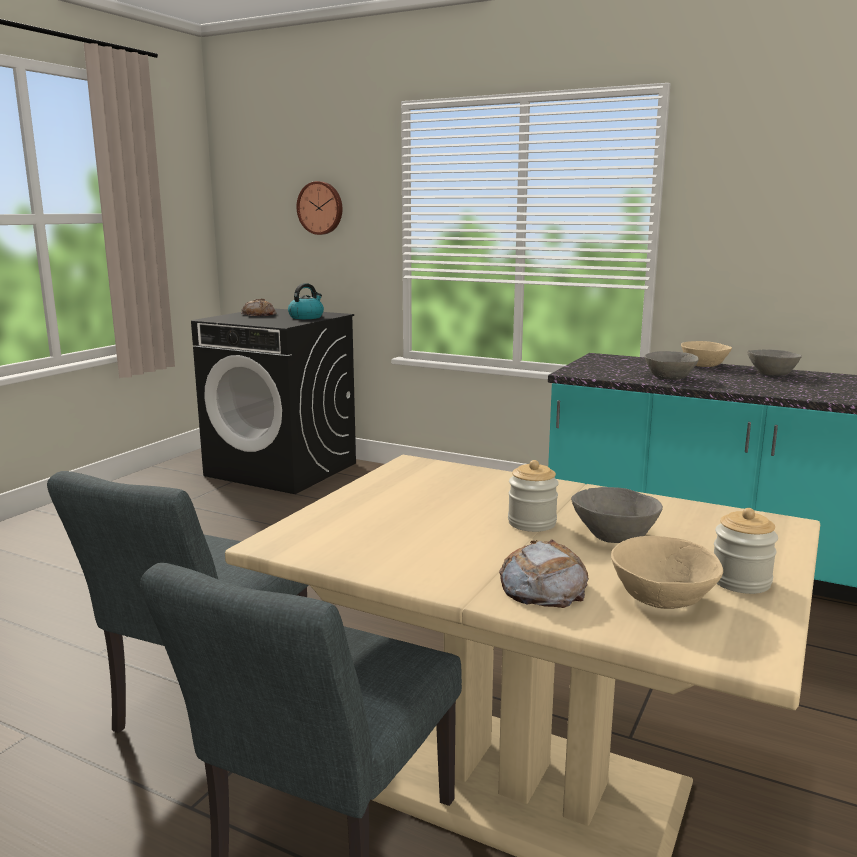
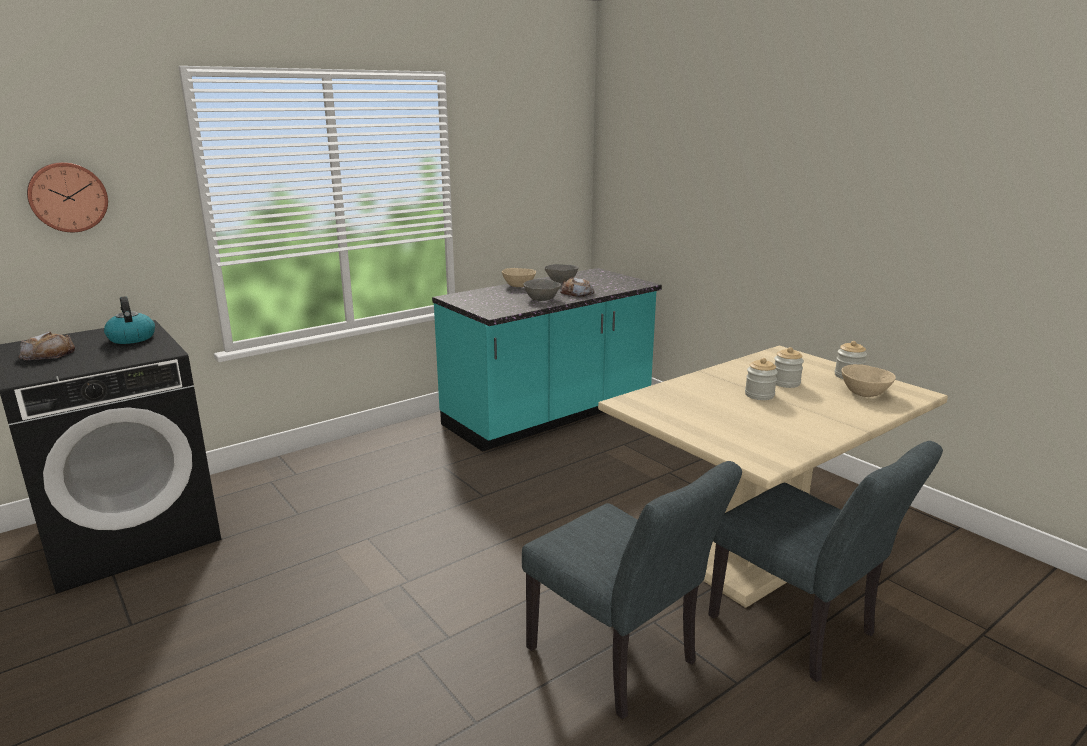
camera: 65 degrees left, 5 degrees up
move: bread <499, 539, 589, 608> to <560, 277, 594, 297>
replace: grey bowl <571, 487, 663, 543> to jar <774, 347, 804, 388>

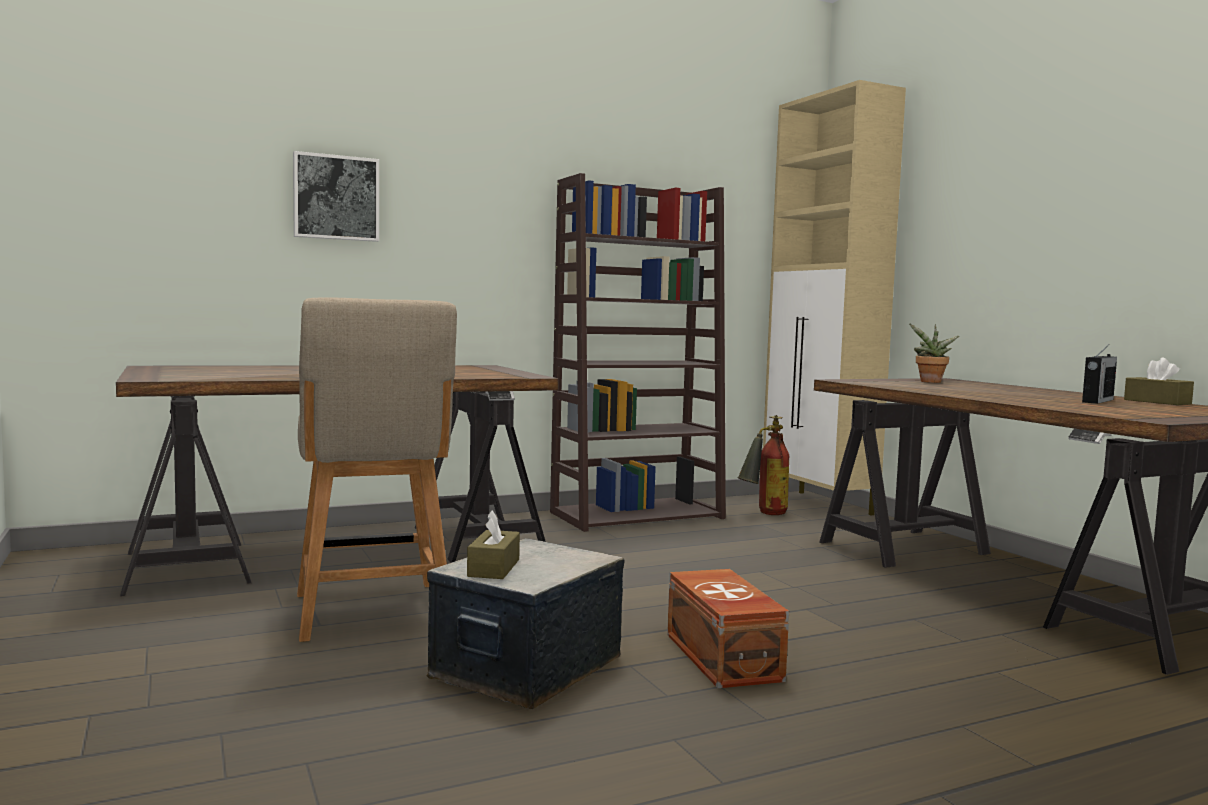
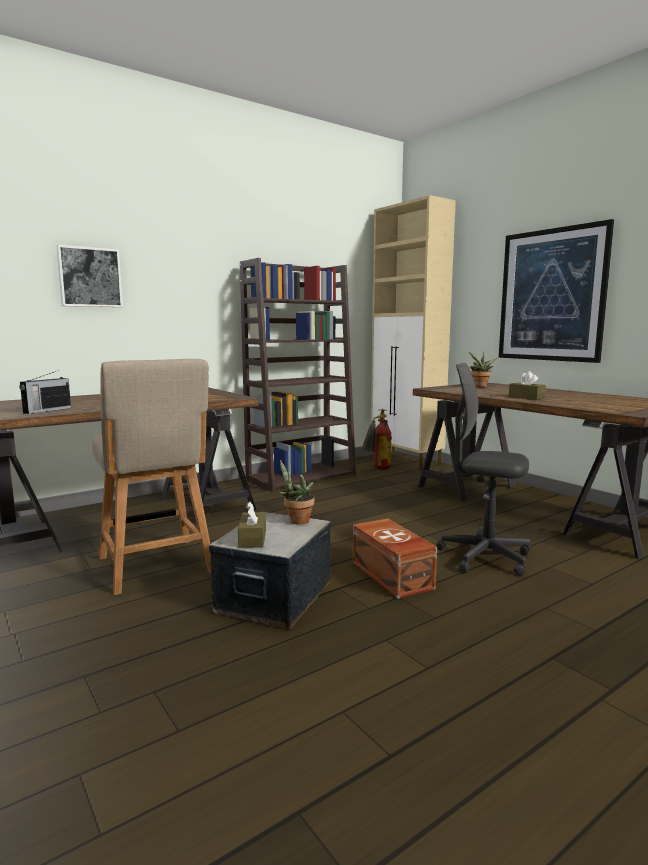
camera: 10 degrees left, 5 degrees up
insert: potted plant <280, 460, 315, 525>; grey office chair <436, 362, 531, 576>; picture <499, 219, 614, 363>
move: radio <1082, 346, 1117, 404> to <19, 370, 71, 414>; brown tissue box <1124, 358, 1194, 405> to <509, 371, 546, 400>

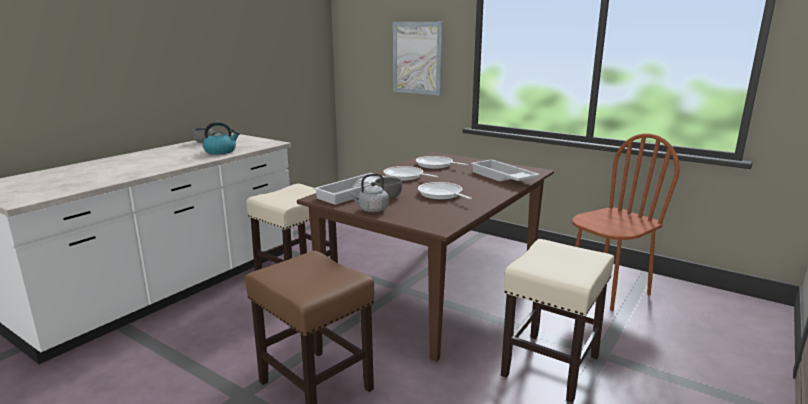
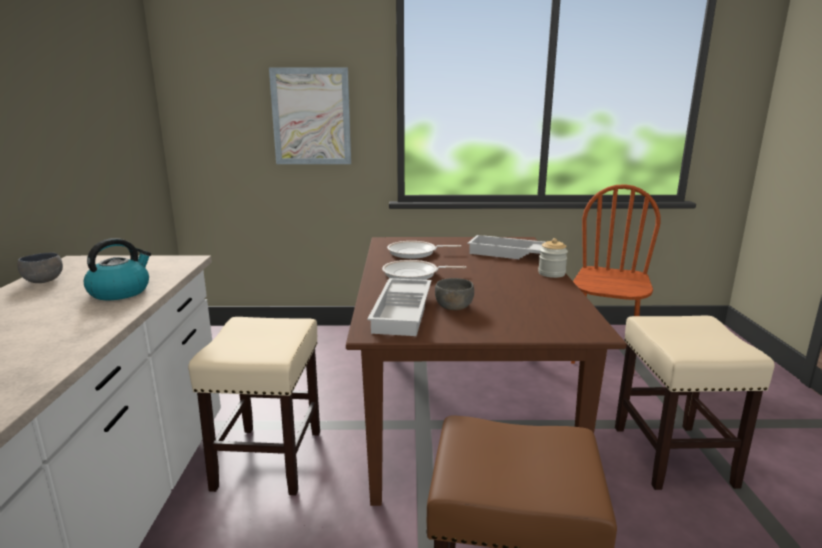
camera: 35 degrees left, 0 degrees up
delete: grey kettle <349, 173, 389, 212>; frying pan <418, 182, 472, 199>
insert: jar <538, 238, 568, 278>

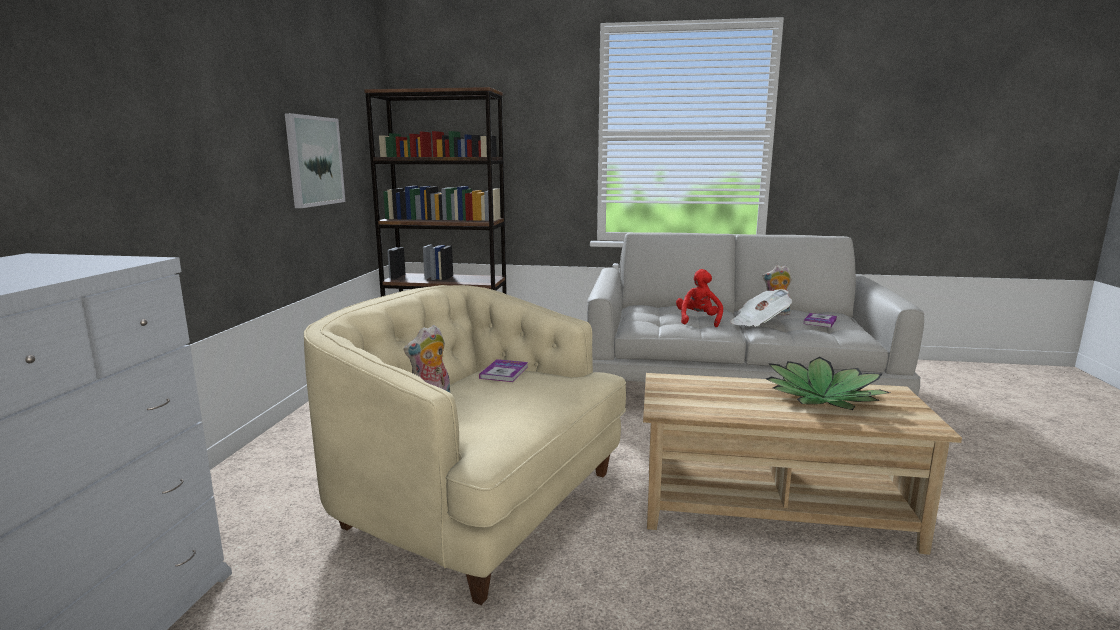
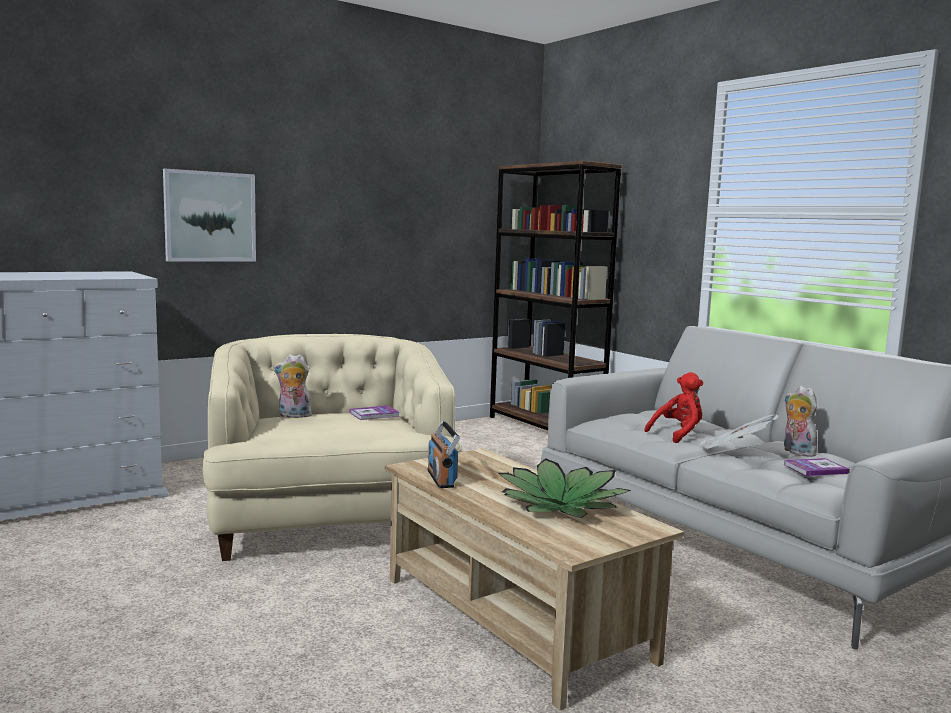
camera: 45 degrees right, 5 degrees down
insert: radio <428, 420, 460, 488>
move: picture <285, 113, 345, 208> to <163, 169, 256, 261>

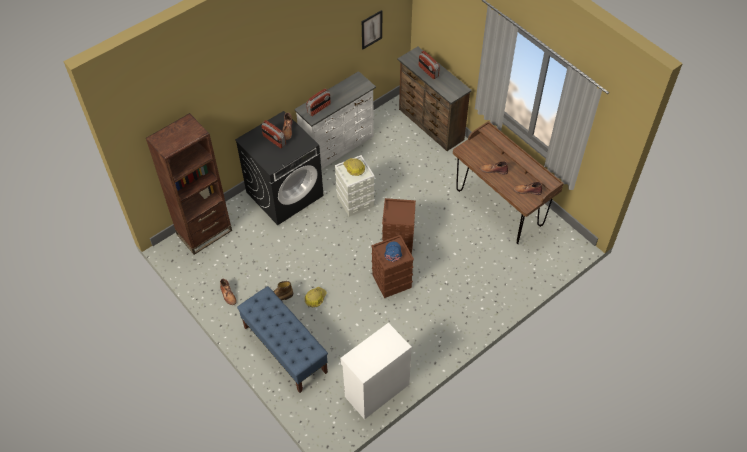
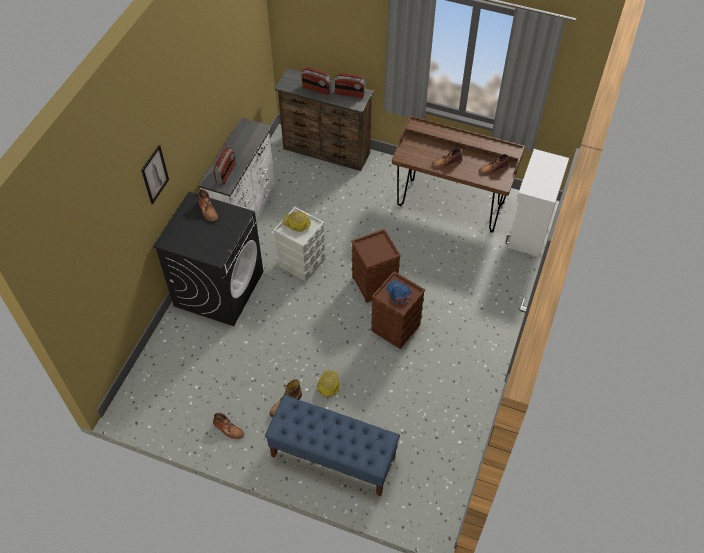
camera: 30 degrees left, 0 degrees up
delete: brown bookcase <146, 113, 232, 255>
move: picture <362, 10, 382, 49> to <141, 145, 169, 205>; radio <261, 120, 286, 148> to <334, 73, 366, 98>; white cabinet <340, 323, 412, 420> to <505, 149, 569, 257>

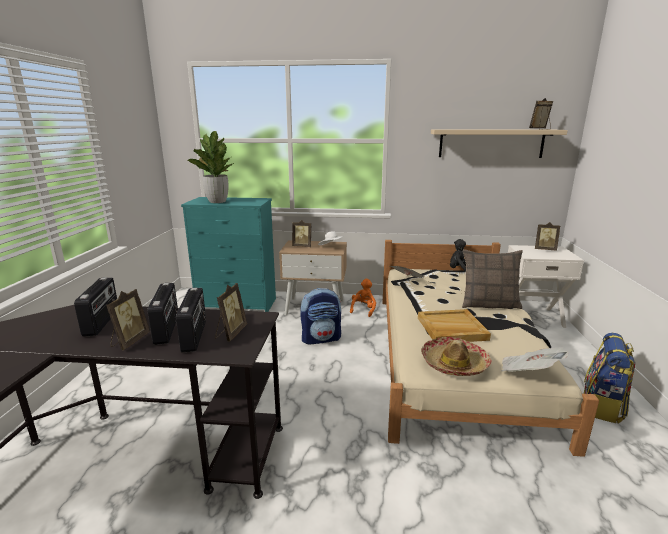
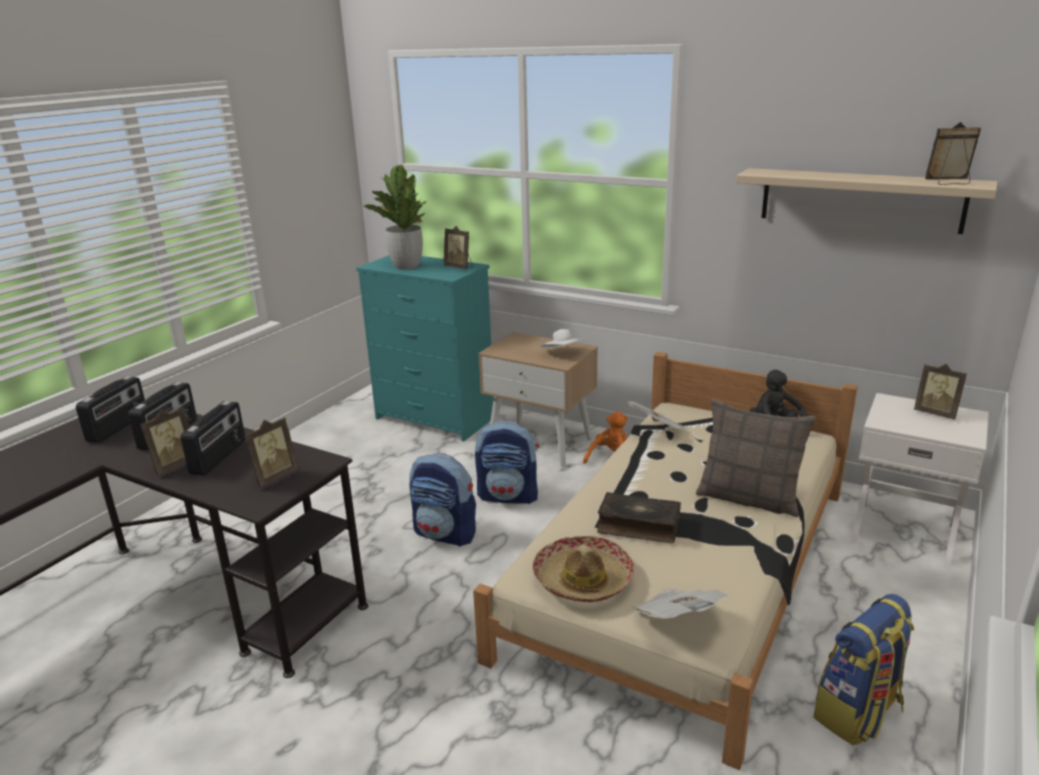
camera: 25 degrees right, 5 degrees up
insert: backpack <409, 453, 476, 547>
move: radio <176, 288, 206, 352> to <76, 376, 145, 443>; picture frame <292, 220, 311, 247> to <444, 226, 473, 269>
replace: beige tray <418, 309, 491, 342> to book <597, 492, 681, 543>

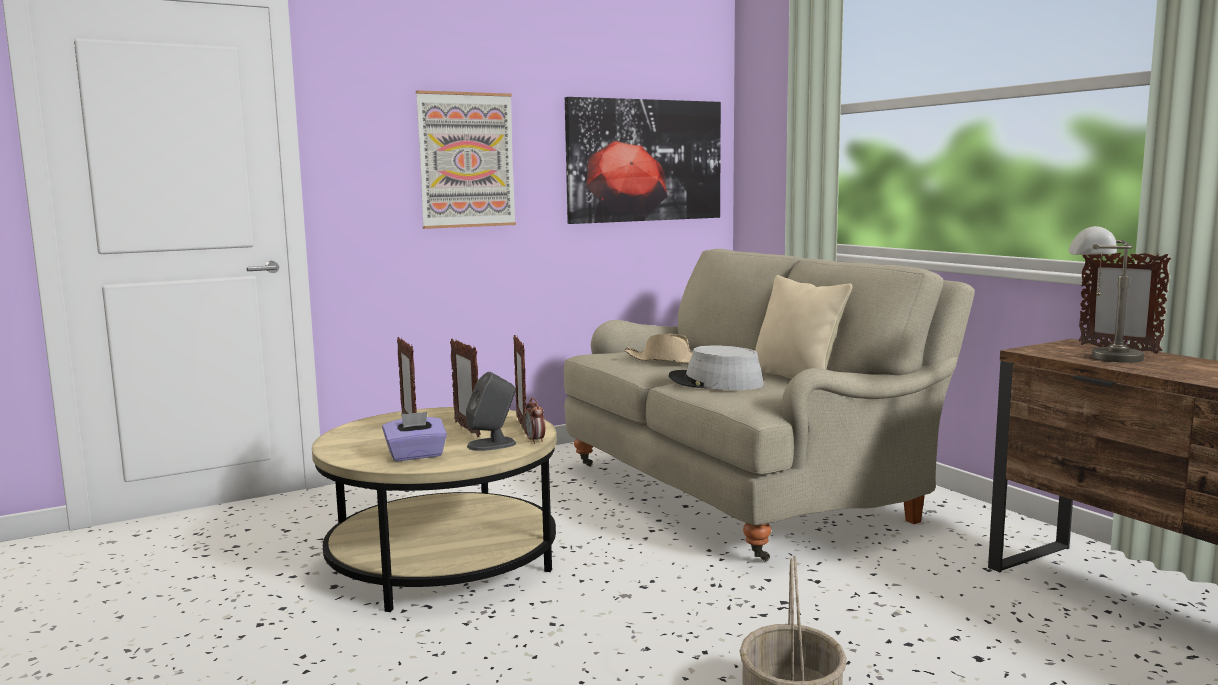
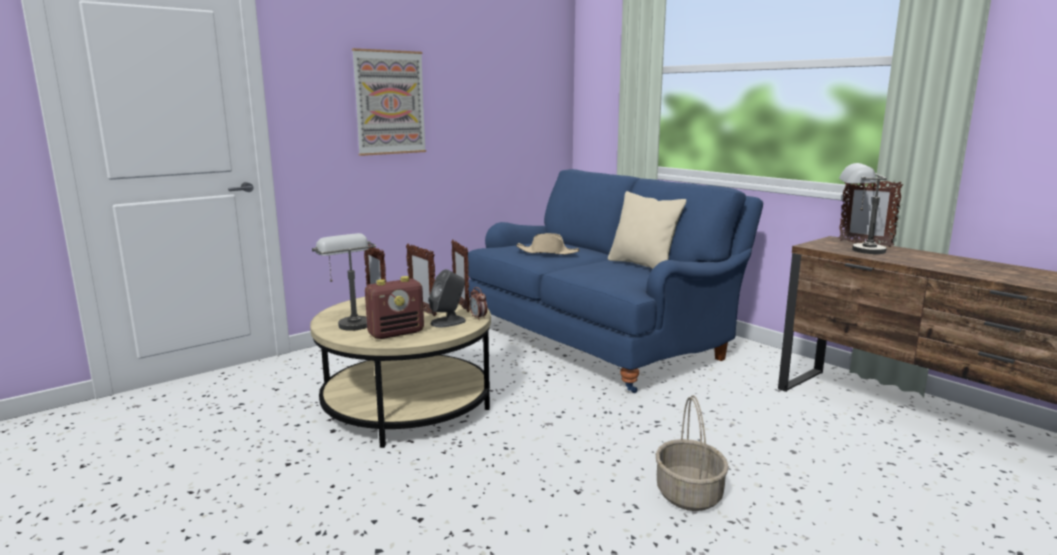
camera: 10 degrees left, 5 degrees up
delete: picture <565, 97, 721, 224>; grey hat <669, 345, 764, 390>
insert: grey table lamp <312, 233, 376, 331>
replace: purple tissue box <382, 412, 447, 461> to radio <365, 276, 424, 339>
recolor: beige sofa <564, 249, 975, 562> to blue sofa <468, 169, 763, 393>

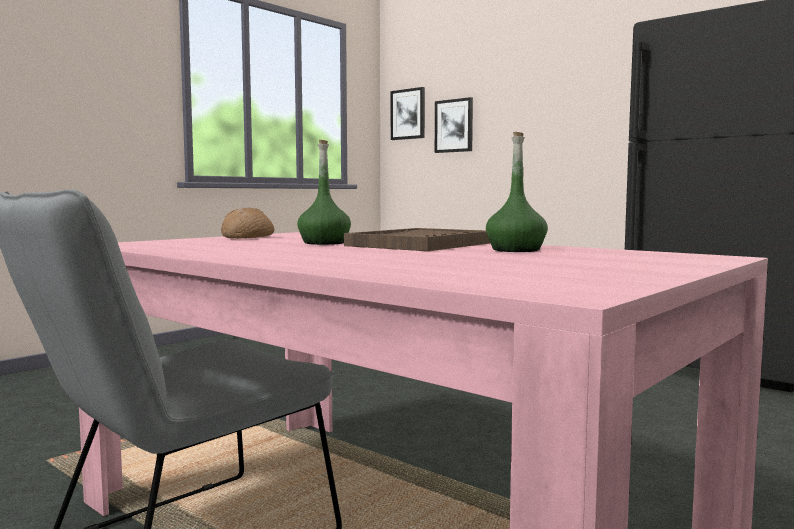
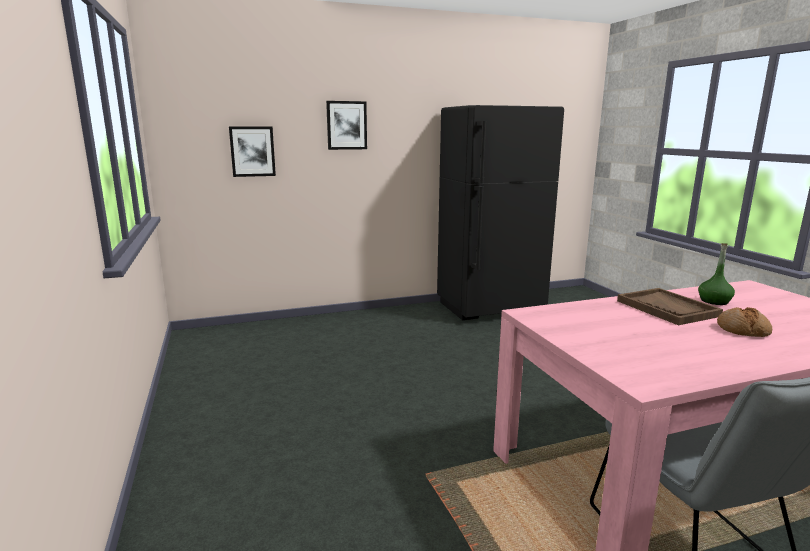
camera: 60 degrees left, 10 degrees up
delete: green bottle <297, 140, 351, 245>
move: picture <391, 87, 425, 140> to <326, 101, 367, 150>; bread <221, 208, 275, 239> to <717, 307, 772, 337>

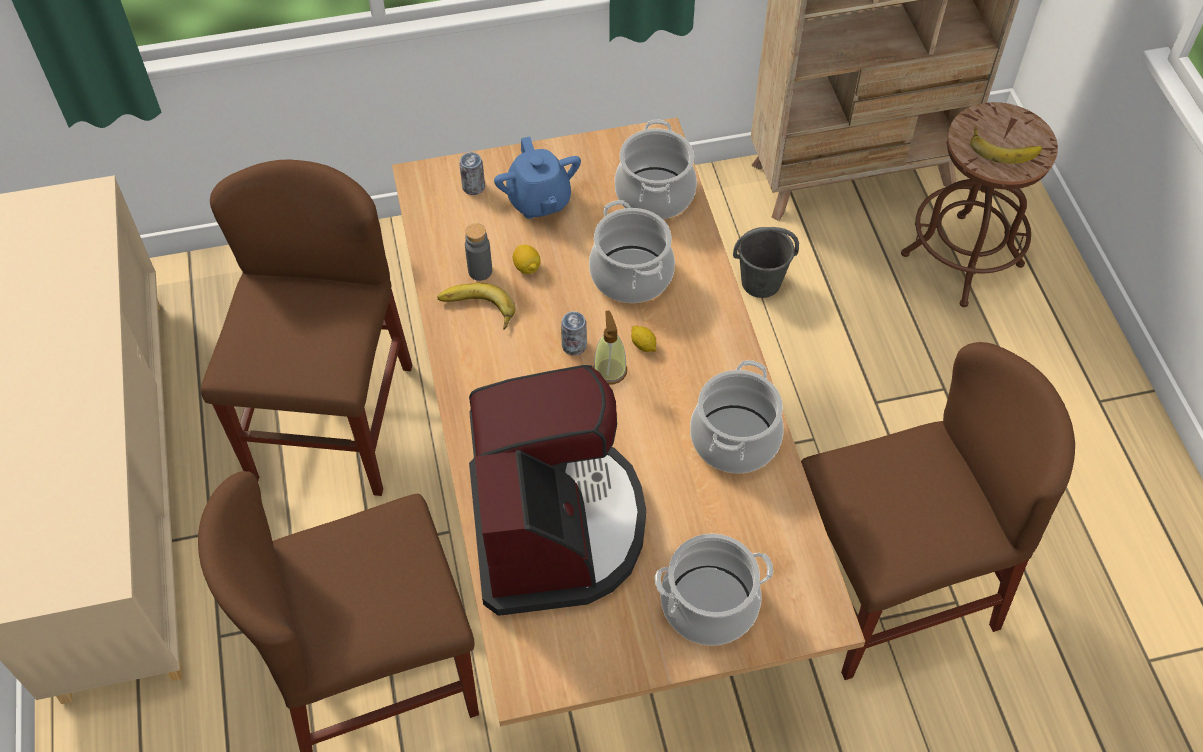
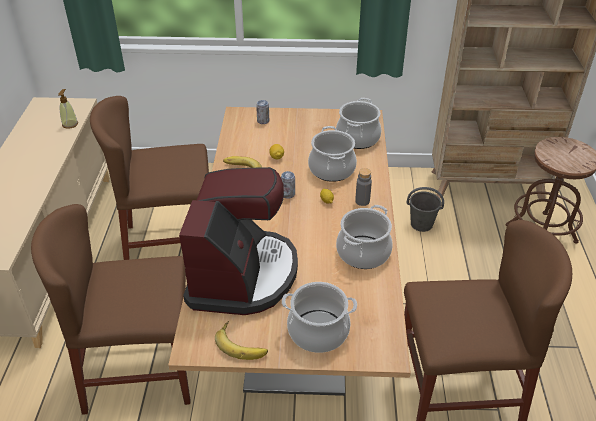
camera: 15 degrees right, 15 degrees down
delete: blue teapot <494, 137, 581, 219>
move: soap dispenser <593, 311, 627, 385> to <58, 89, 78, 129>; banana <970, 126, 1042, 164> to <215, 321, 268, 360>; grey bottle <465, 223, 492, 281> to <355, 168, 372, 206>
rotate: brown chair <200, 159, 412, 496> = <90, 96, 209, 260> 120 degrees counterclockwise

